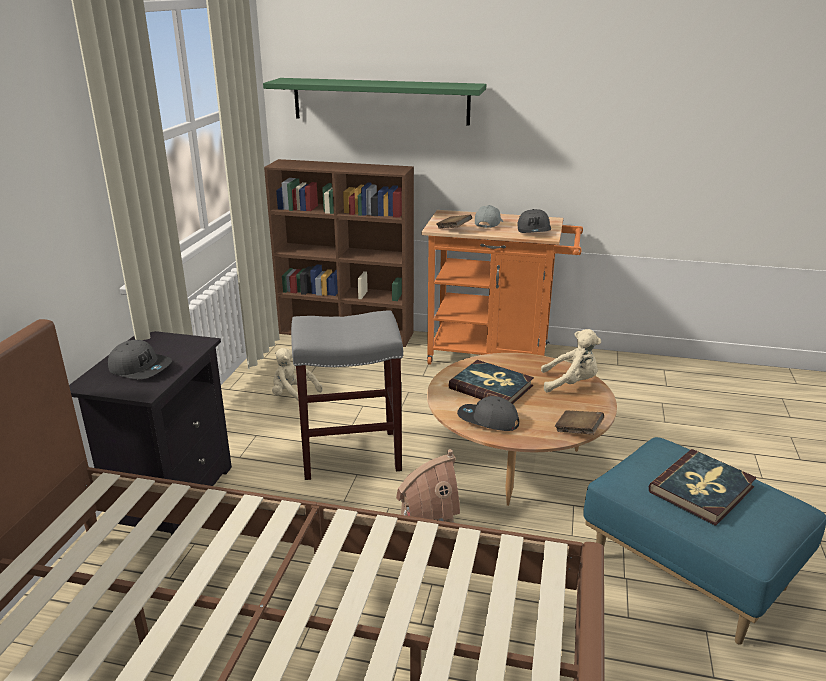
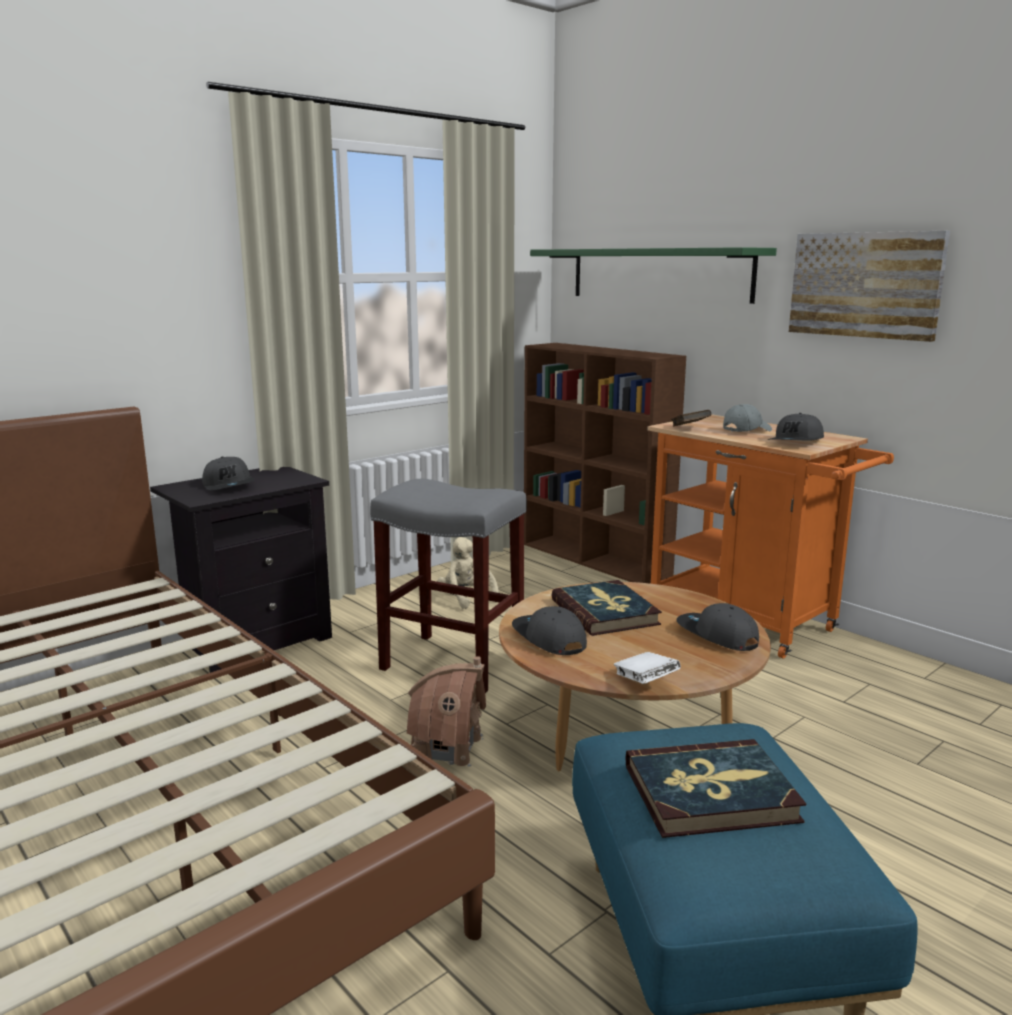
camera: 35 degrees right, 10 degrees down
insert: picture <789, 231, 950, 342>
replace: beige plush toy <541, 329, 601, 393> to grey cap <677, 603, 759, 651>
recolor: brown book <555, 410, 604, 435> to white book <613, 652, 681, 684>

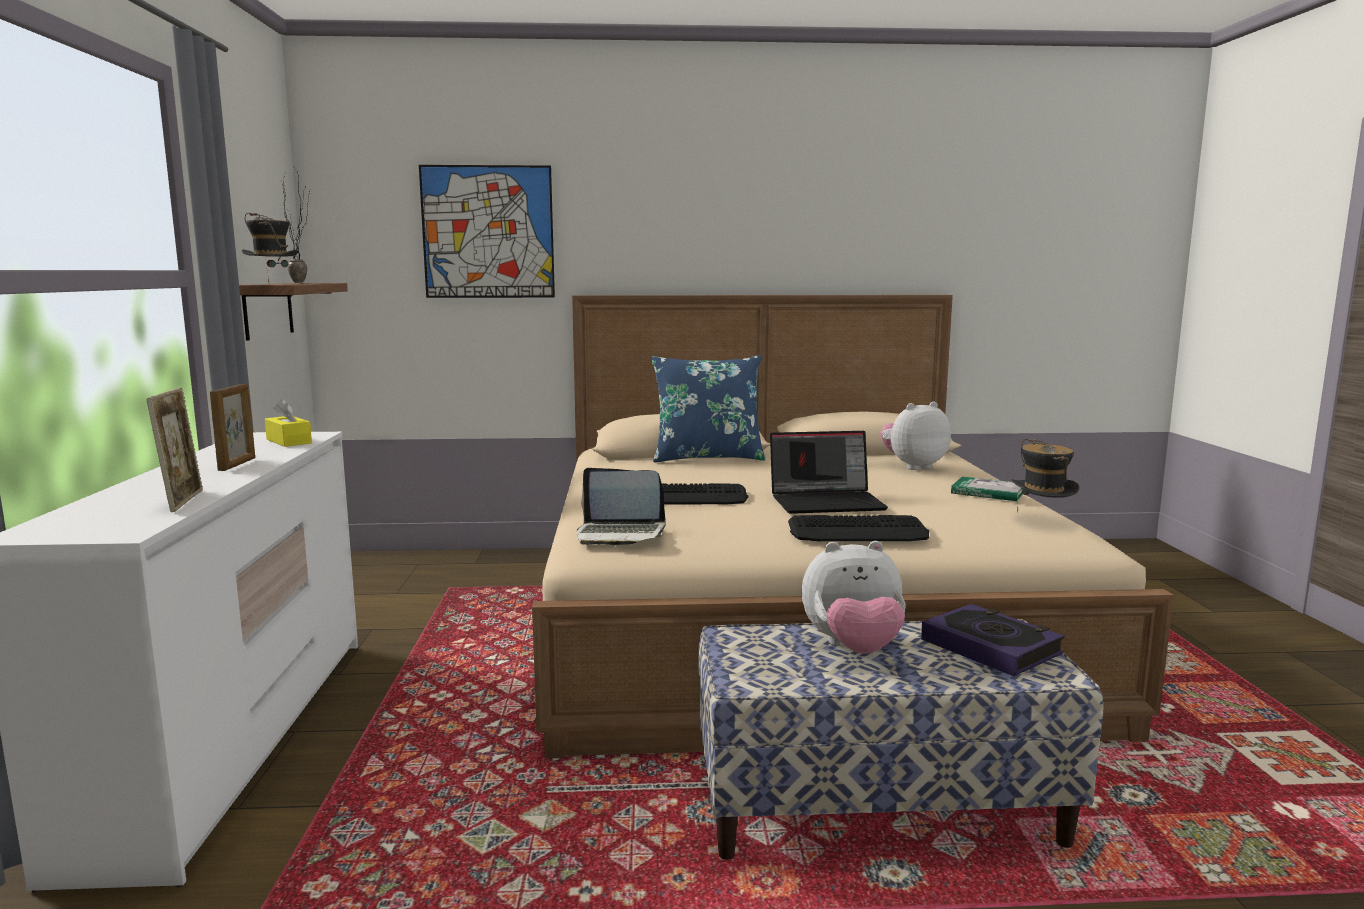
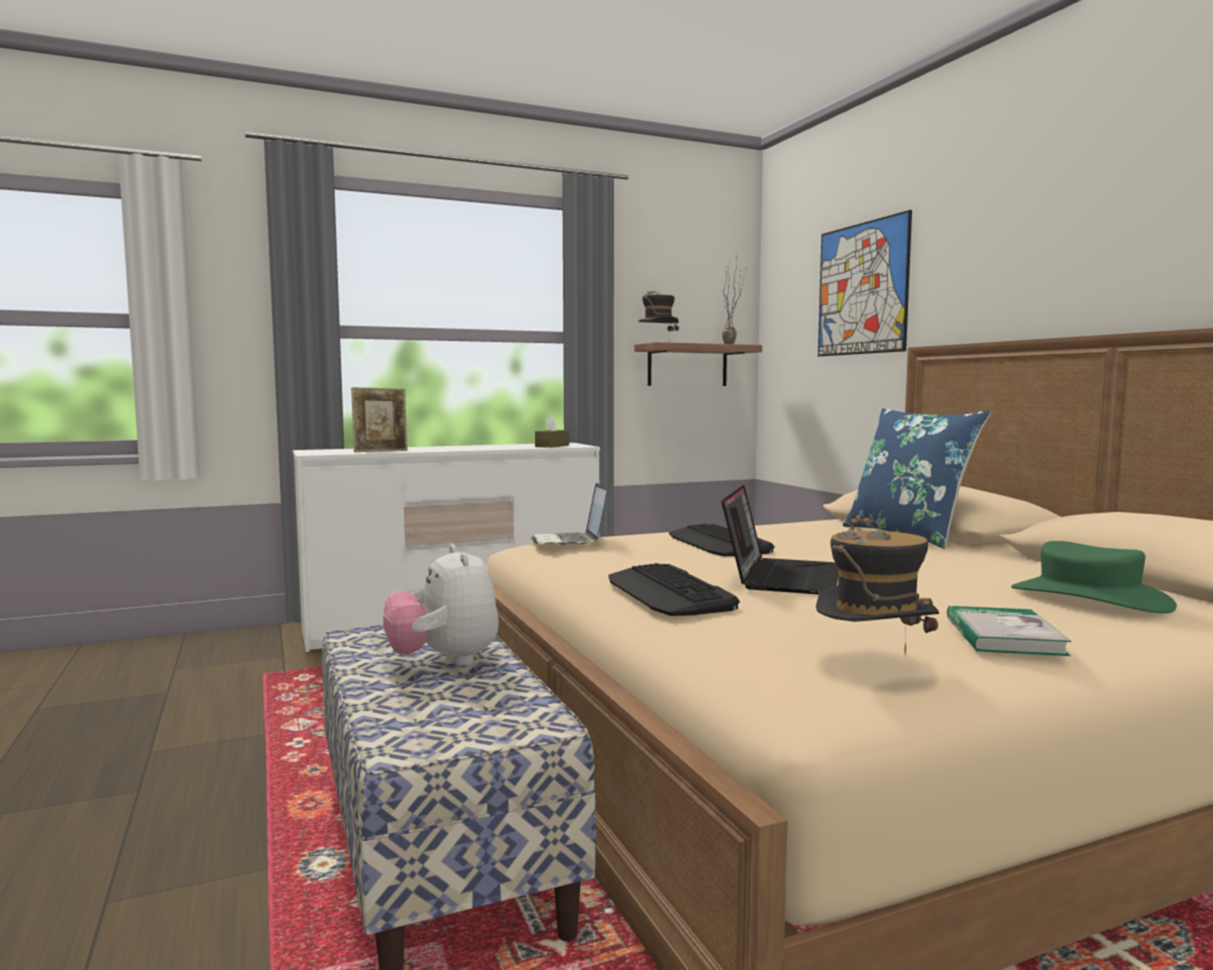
camera: 70 degrees right, 5 degrees down
delete: picture frame <210, 384, 255, 471>; book <921, 604, 1065, 676>
replace: plush toy <880, 402, 951, 470> to green hat <1011, 541, 1177, 614>
recolor: yellow tissue box <265, 399, 312, 447> to brown tissue box <535, 416, 569, 448>
rotate: laptop <770, 431, 888, 514> = <721, 485, 838, 595> 135 degrees counterclockwise

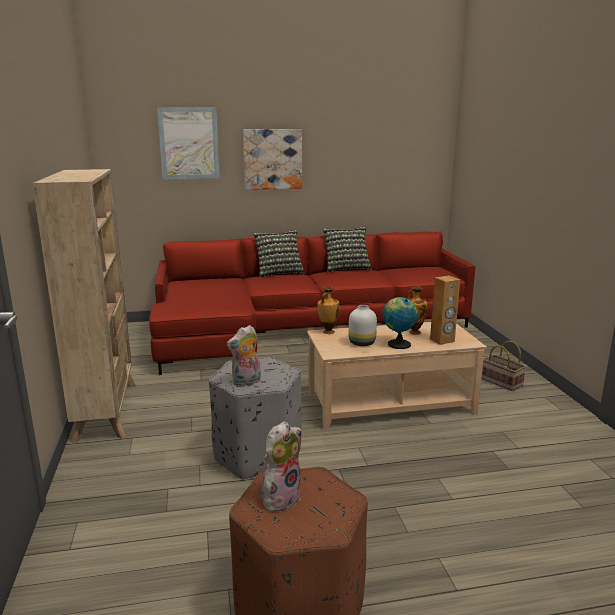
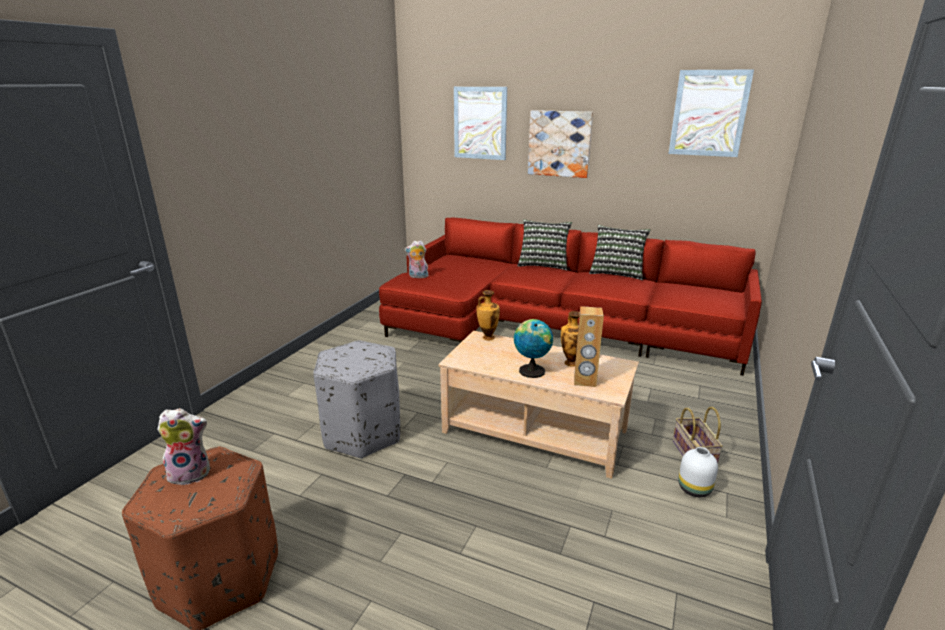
camera: 35 degrees right, 5 degrees up
delete: beige bookcase <32, 169, 136, 443>
insert: picture <669, 69, 754, 157>
move: plush toy <227, 325, 261, 387> to <405, 240, 428, 278>; white vase <349, 305, 377, 346> to <678, 447, 718, 497>

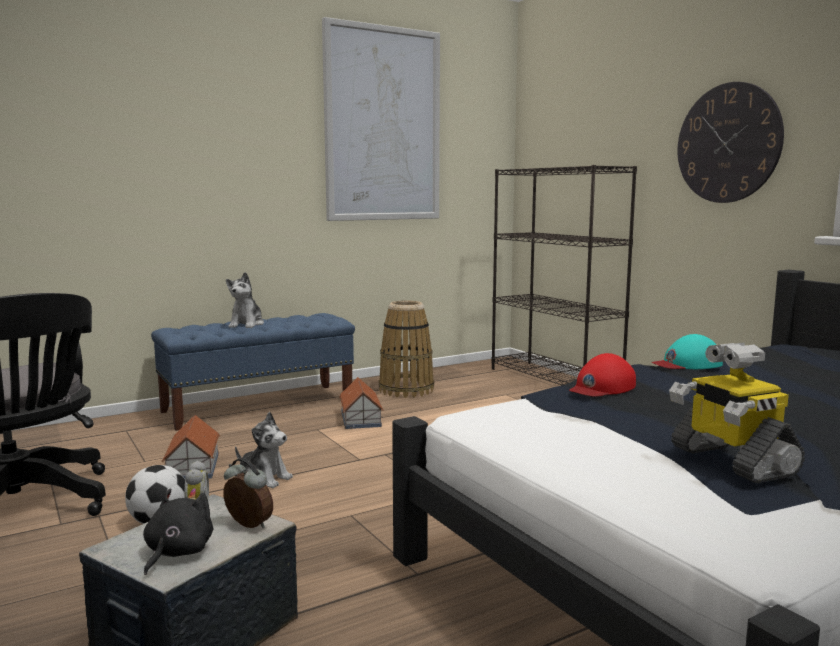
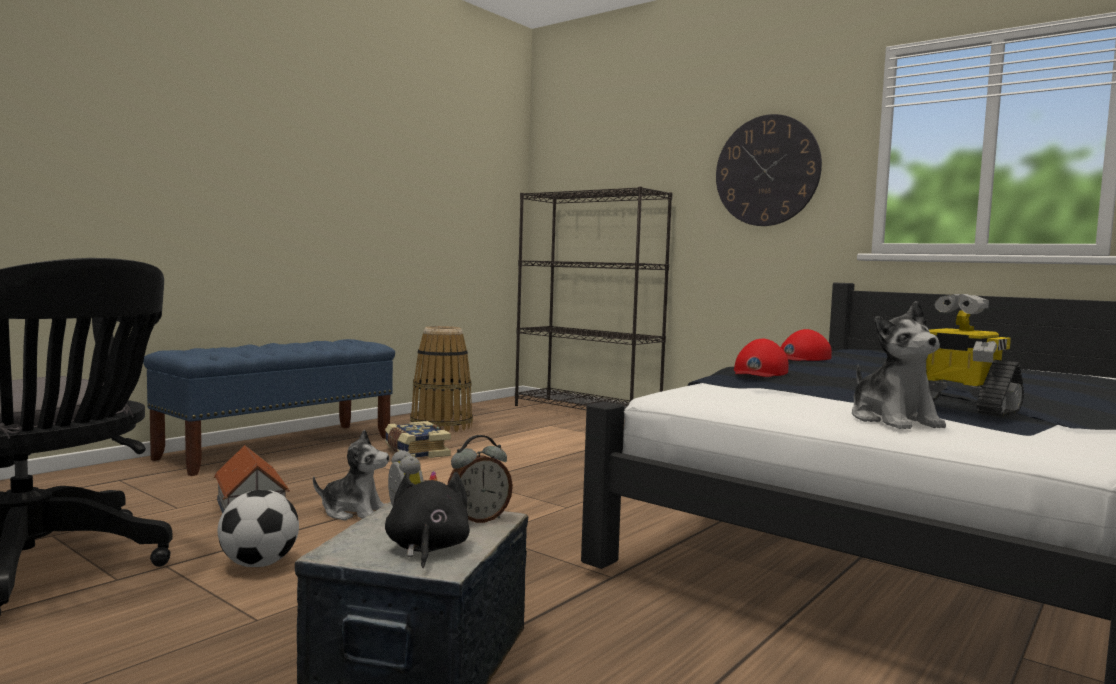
camera: 20 degrees left, 5 degrees down
delete: picture <322, 17, 440, 221>
move: plush toy <226, 272, 264, 328> to <852, 301, 946, 429>
replace: toy house <339, 377, 384, 429> to book <385, 421, 451, 458>
recolor: turquoise cap <652, 334, 723, 369> to red cap <781, 329, 832, 361>
rotate: alarm clock <223, 458, 273, 528> = <448, 435, 513, 523> 135 degrees clockwise

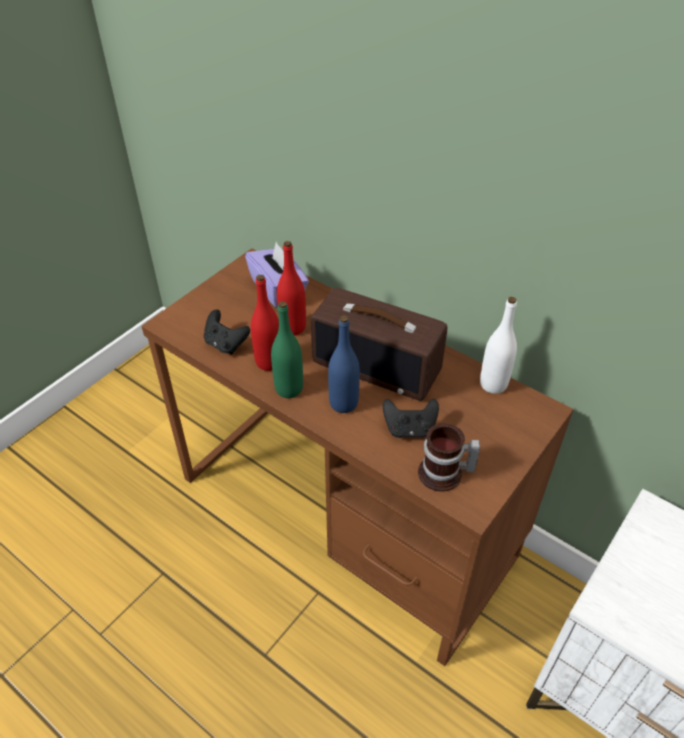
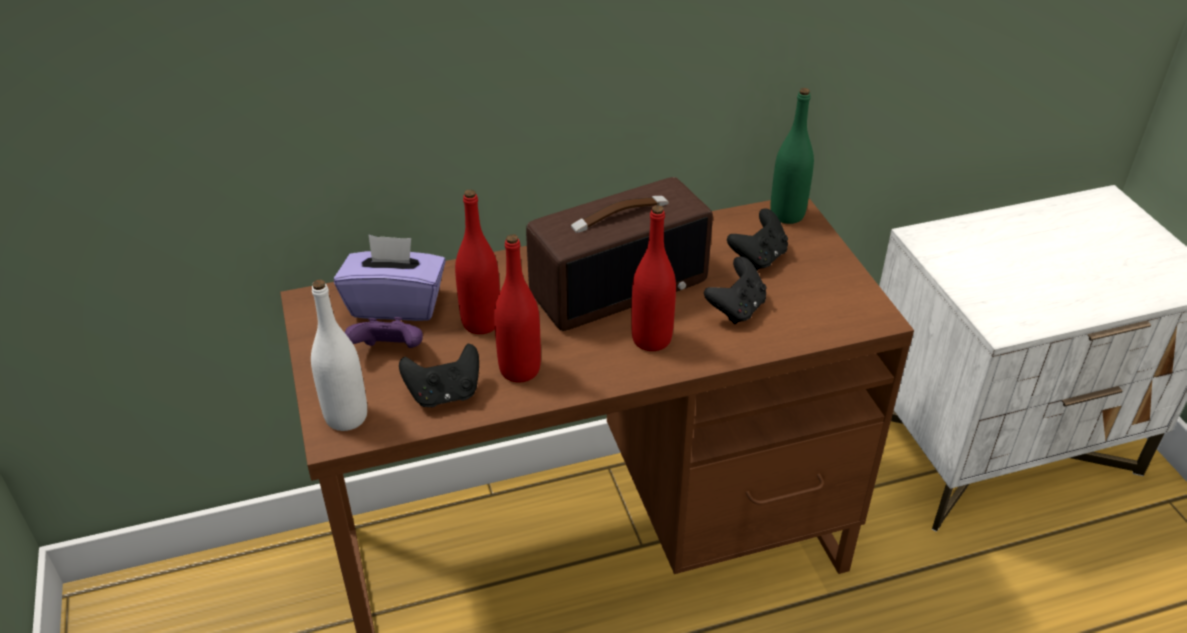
camera: 55 degrees left, 5 degrees down
delete: mug <418, 423, 480, 492>
insert: purple game controller <344, 317, 423, 348>; black game controller <727, 209, 788, 270>
move: white bottle <480, 297, 517, 394> to <311, 279, 367, 431>; green bottle <271, 301, 303, 398> to <770, 88, 814, 224>
recolor: blue bottle <328, 316, 360, 413> to red bottle <631, 205, 676, 351>

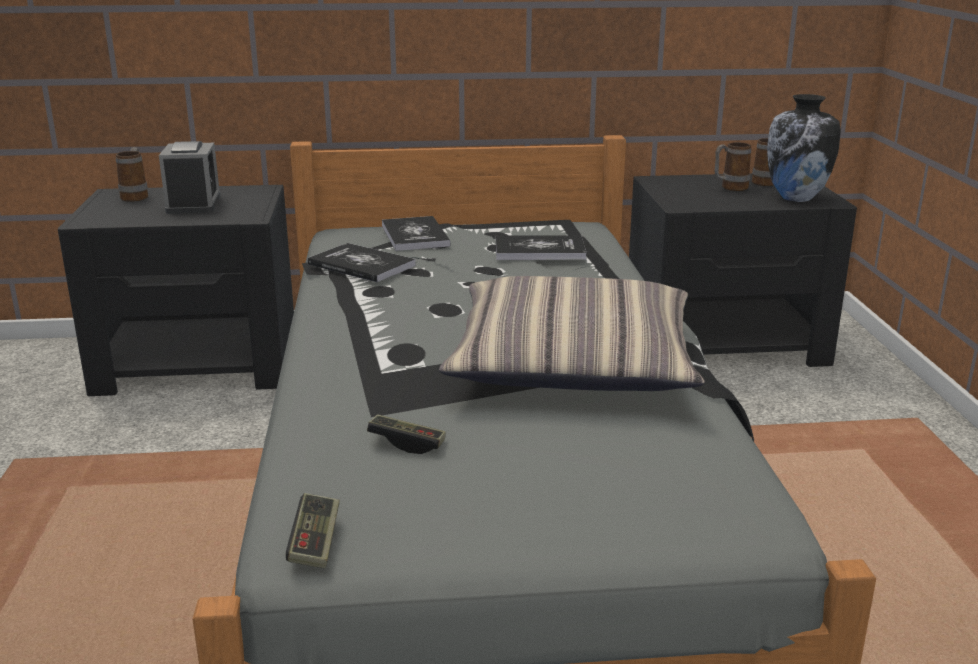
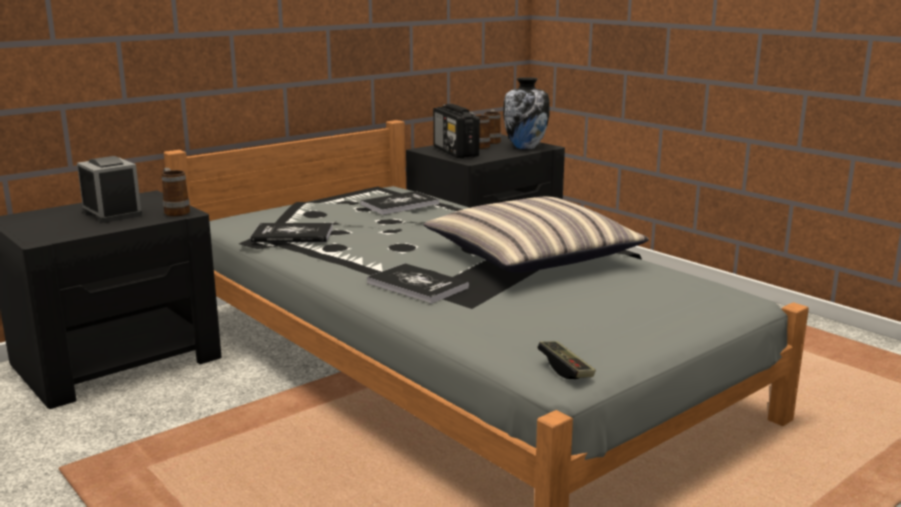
camera: 35 degrees left, 5 degrees down
delete: game controller <367, 414, 446, 454>
insert: radio <433, 104, 480, 158>
move: mug <116, 147, 148, 202> to <162, 168, 190, 216>; book <382, 216, 451, 251> to <367, 263, 469, 304>

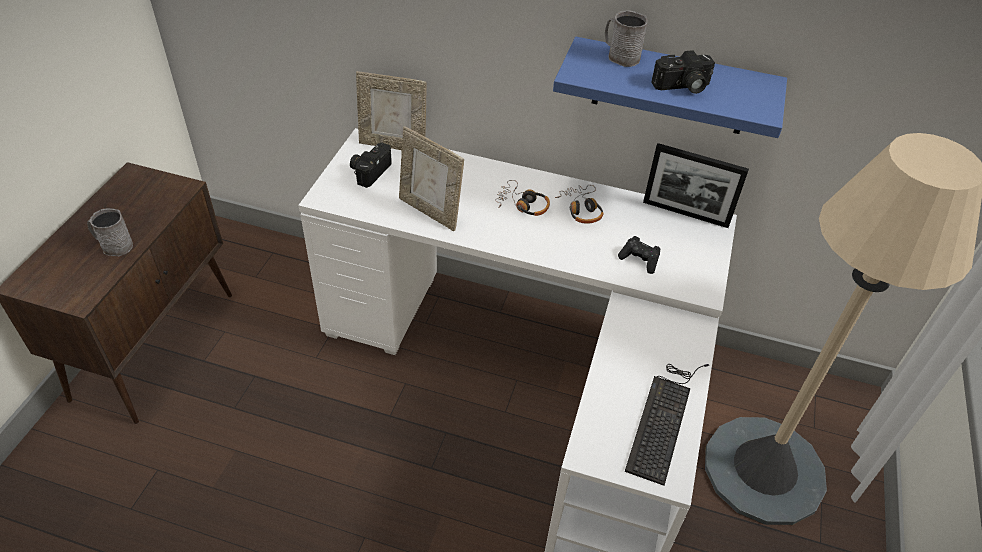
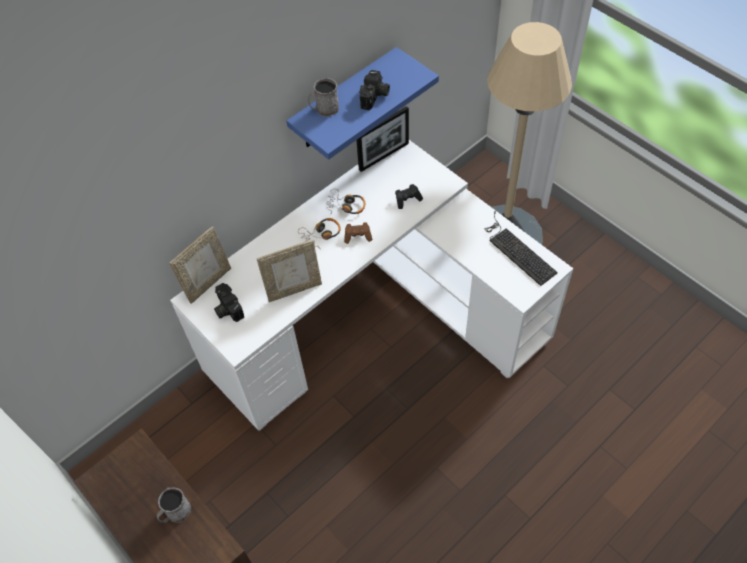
camera: 55 degrees left, 10 degrees up
insert: brown game controller <344, 222, 372, 244>

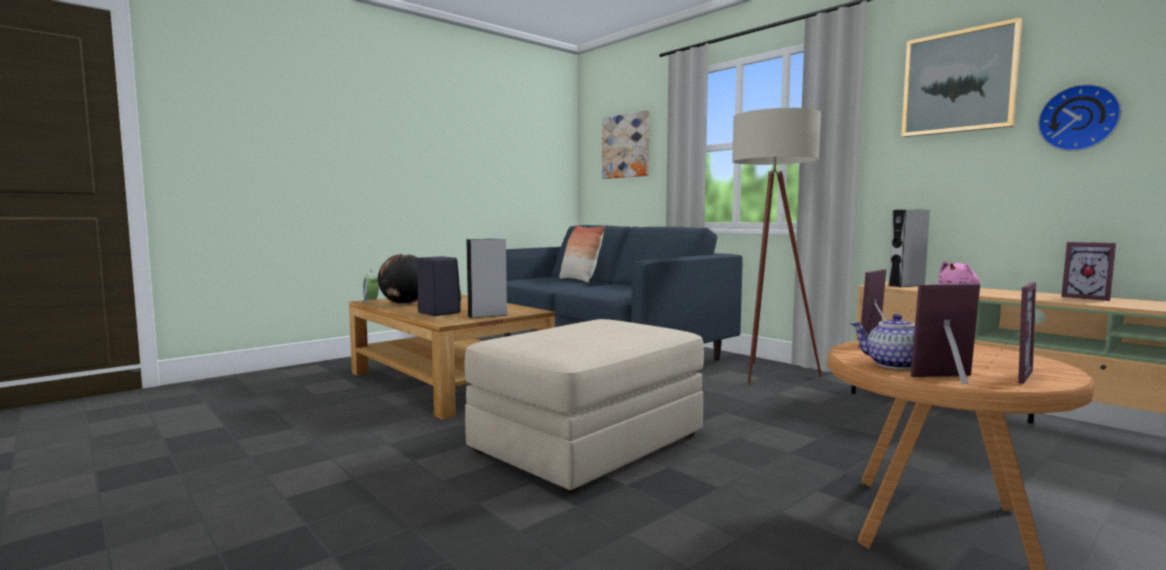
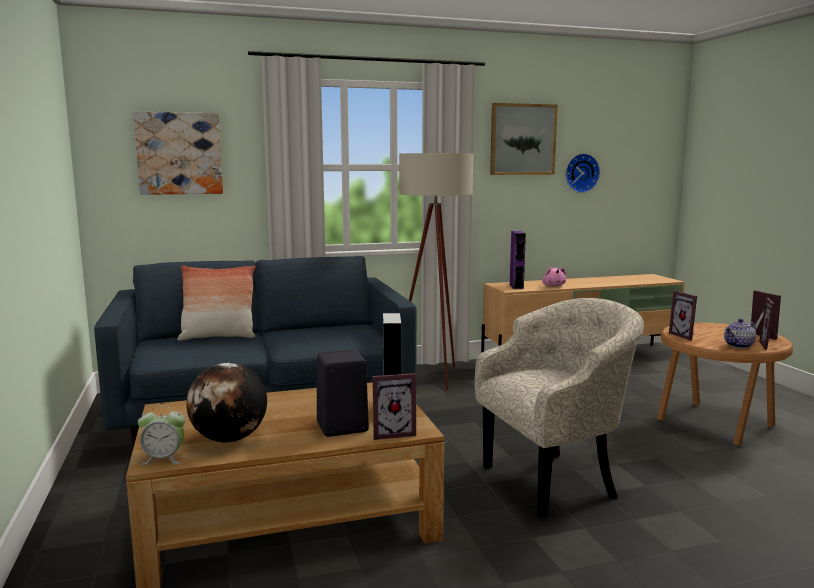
camera: 65 degrees left, 5 degrees up
move: picture frame <1061, 242, 1116, 301> to <373, 373, 416, 440>
replace: beige ottoman <465, 319, 704, 493> to beige armchair <475, 298, 644, 518>
recolor: grey speaker <889, 210, 930, 287> to purple speaker <510, 231, 526, 289>

